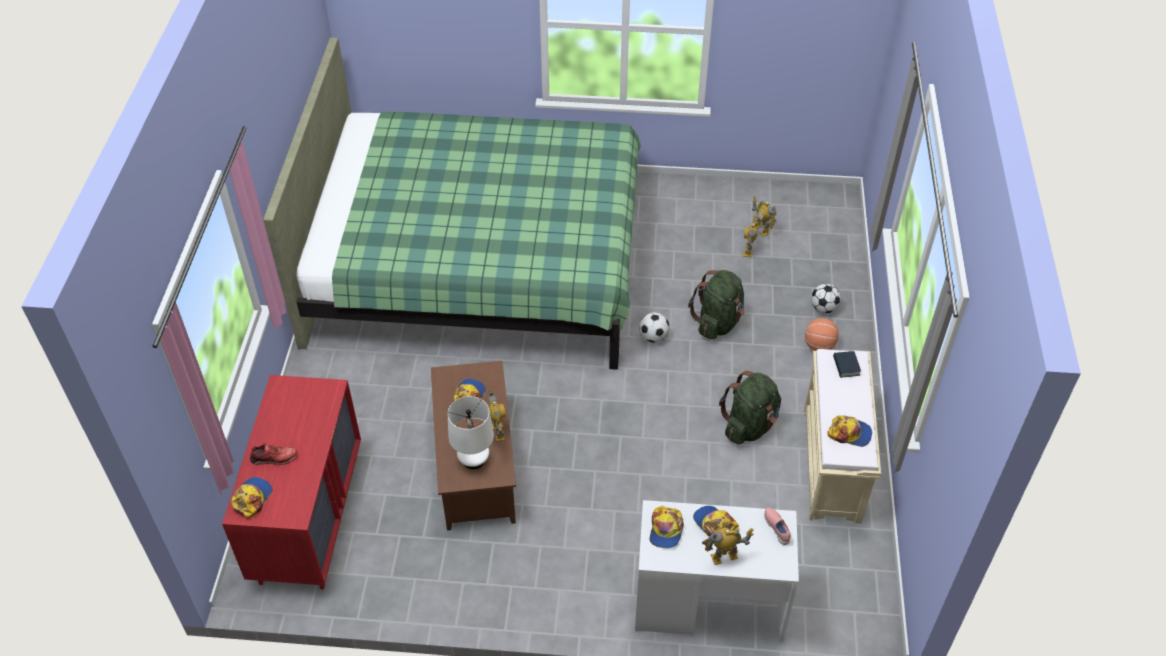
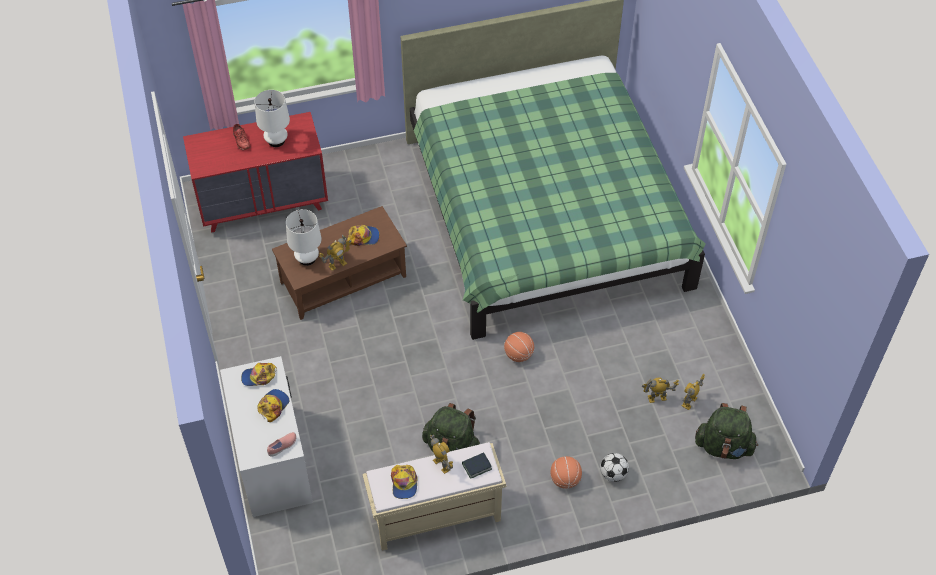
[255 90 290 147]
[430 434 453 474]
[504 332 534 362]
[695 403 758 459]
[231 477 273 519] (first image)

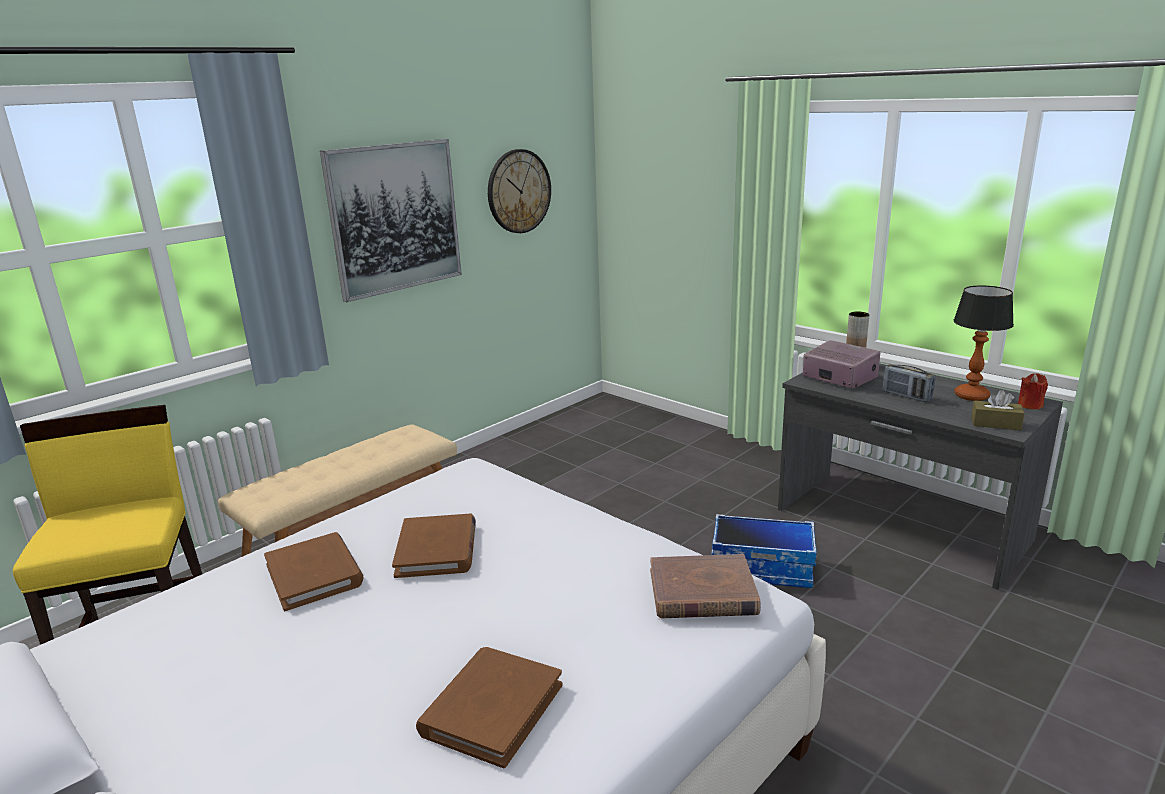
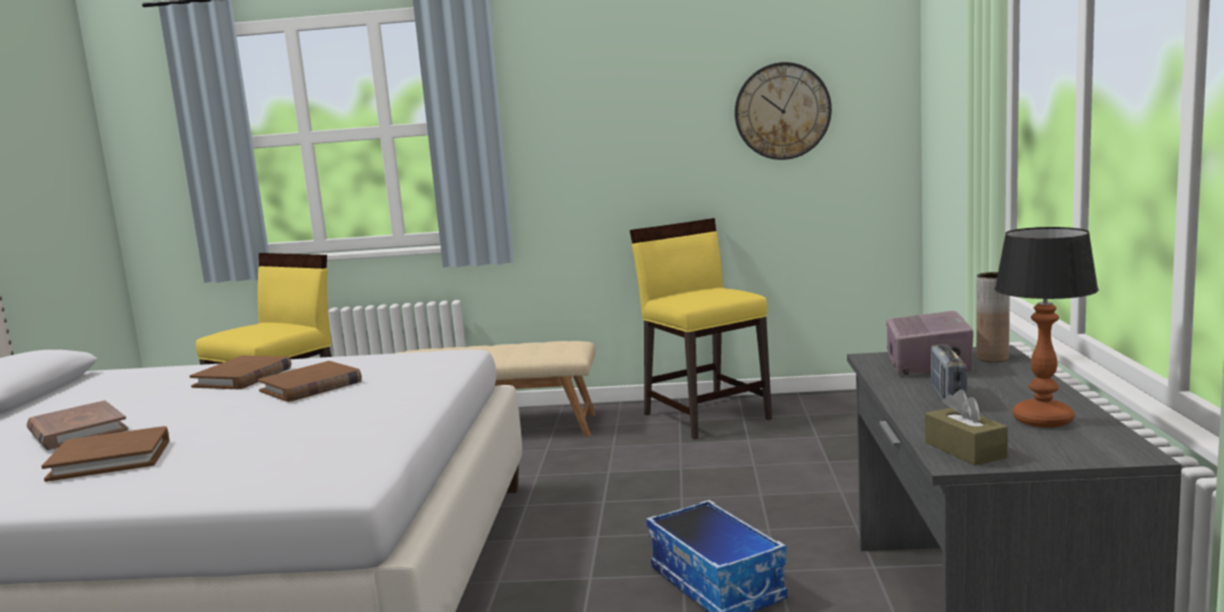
[27 400 128 450]
[630 218 772 439]
[320 139 462 302] (first image)
[1018 373 1048 409] (first image)

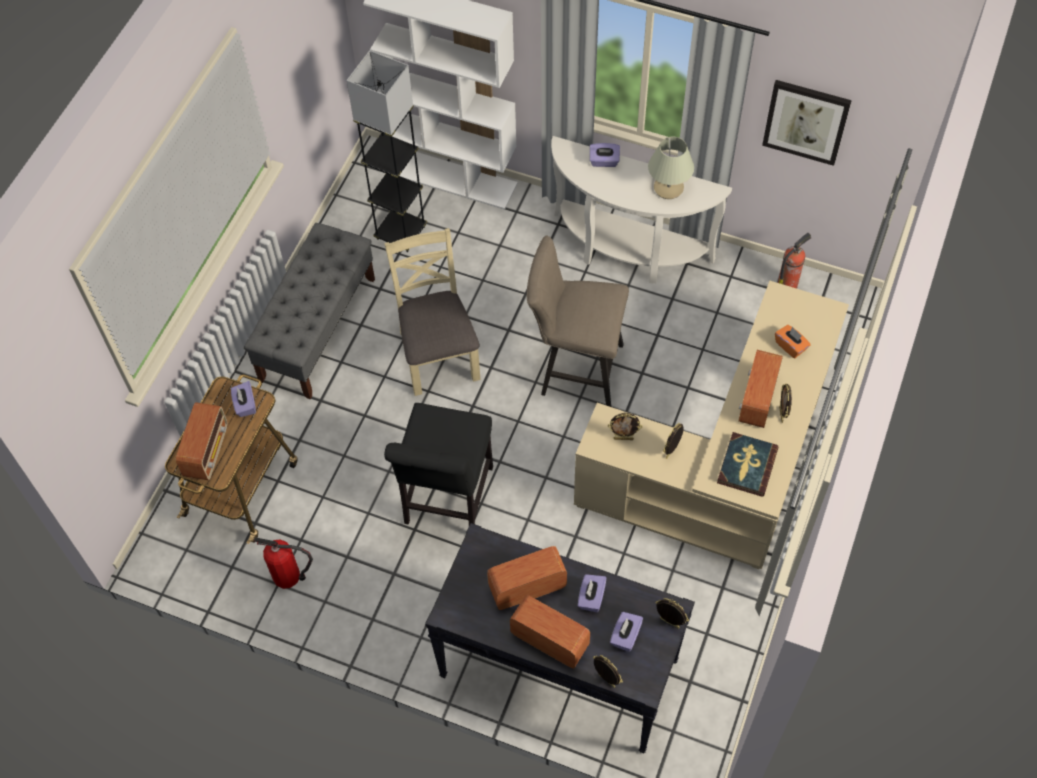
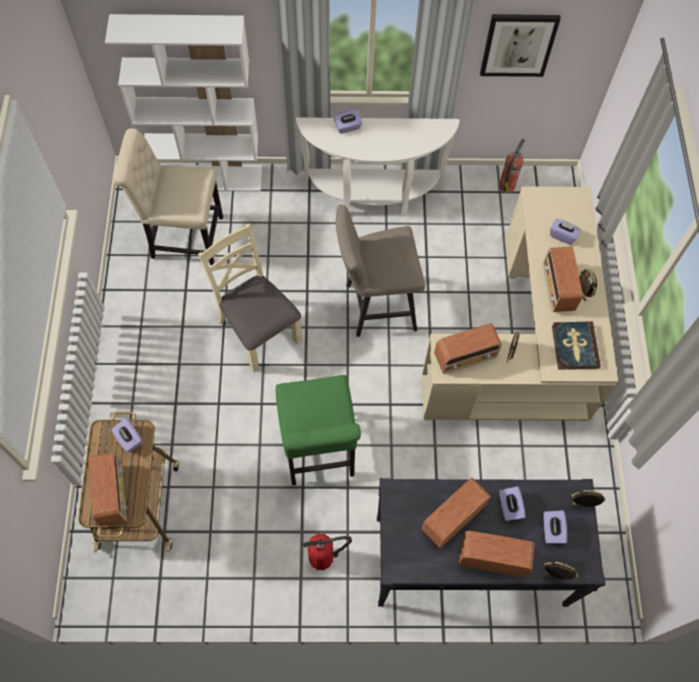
[113 128 223 265]
[276 375 361 485]
[303 534 352 570]
[434 324 502 374]
[550 219 581 245]
[244 223 375 399] (first image)
[648 136 694 199] (first image)

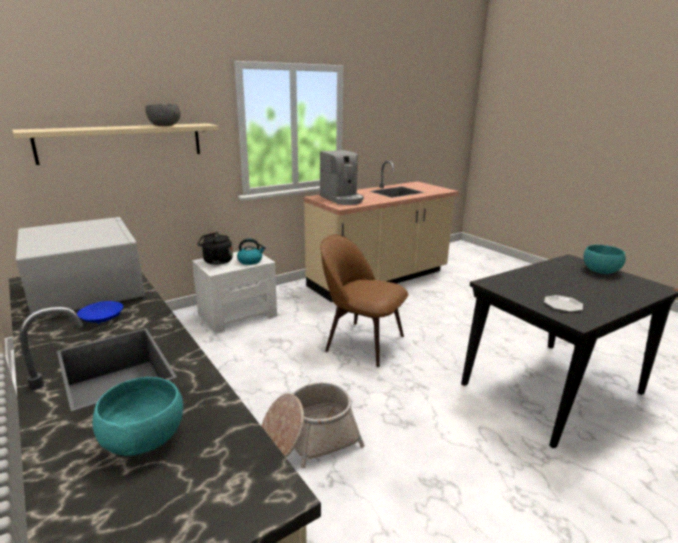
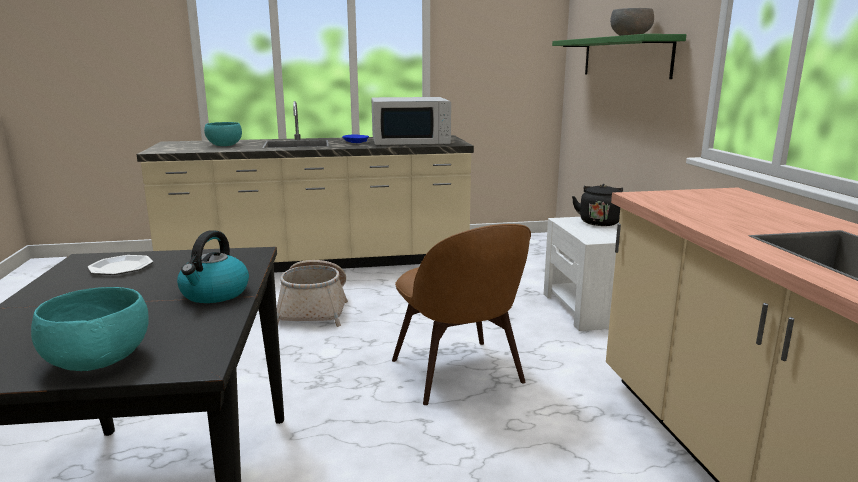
[177 230 249 303]
[392 224 531 405]
[552 34 686 79]
[320 150 364 205] (first image)

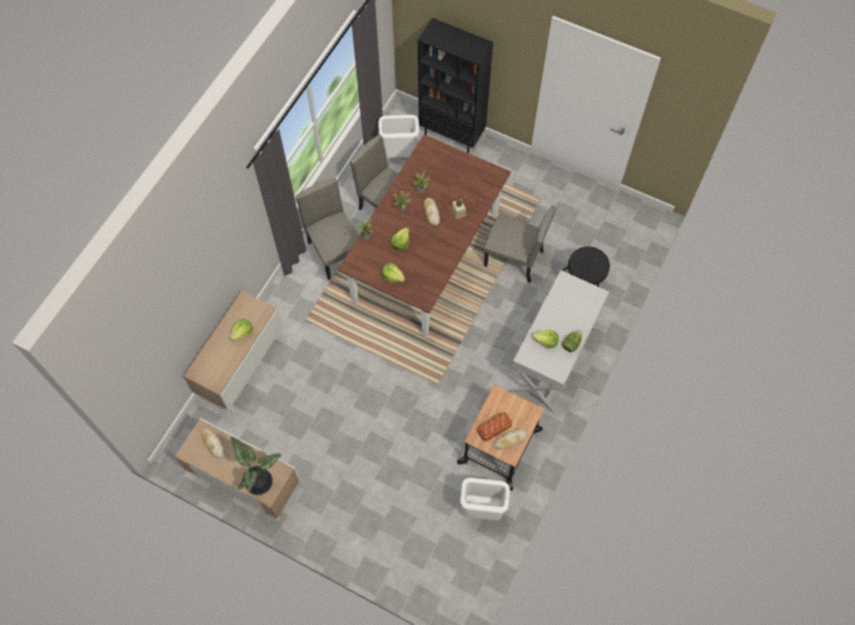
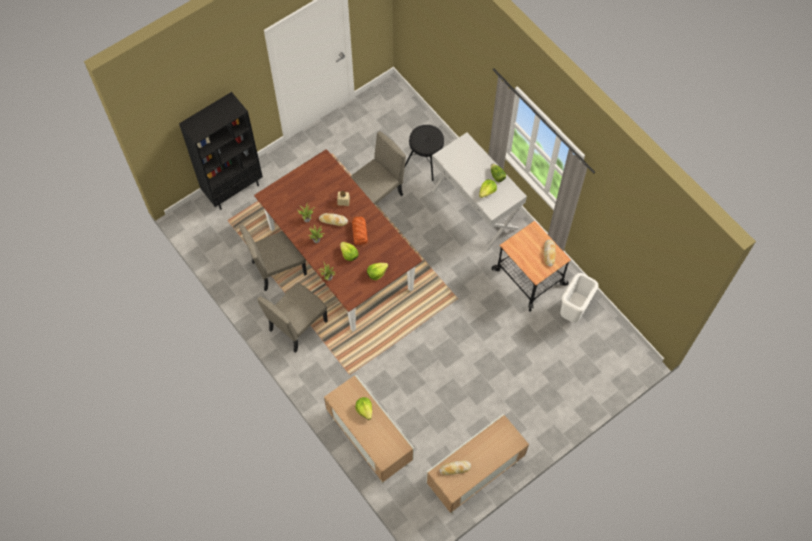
[257 283 328 353]
[352 216 368 245]
[230 437 281 495] (first image)
[378 115 420 158] (first image)

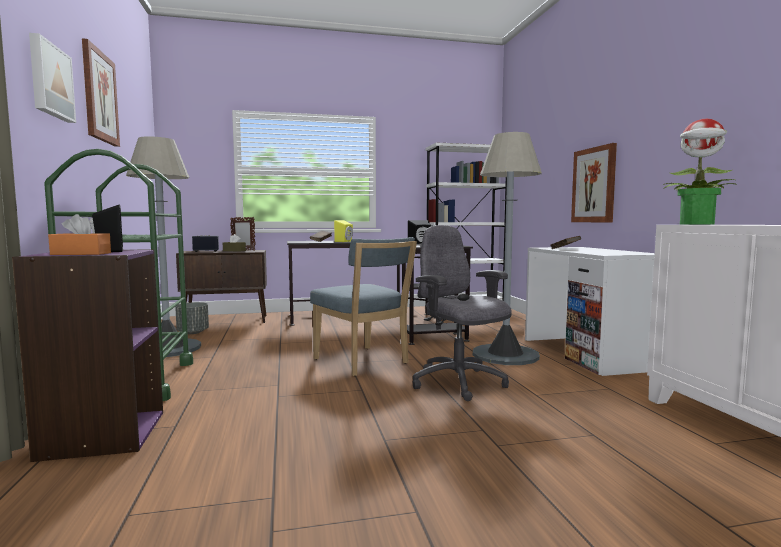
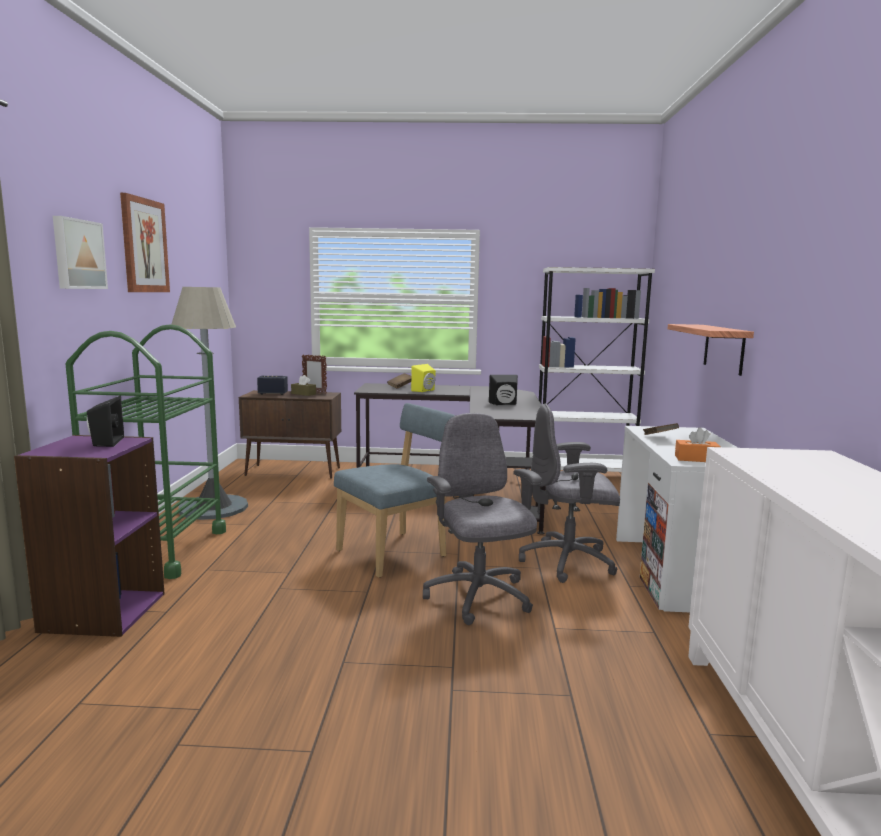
[334 403 455 578]
[519 403 620 583]
[668 324 754 376]
[675 428 720 462]
[175 302 209 334] (first image)
[663 119 738 225] (first image)

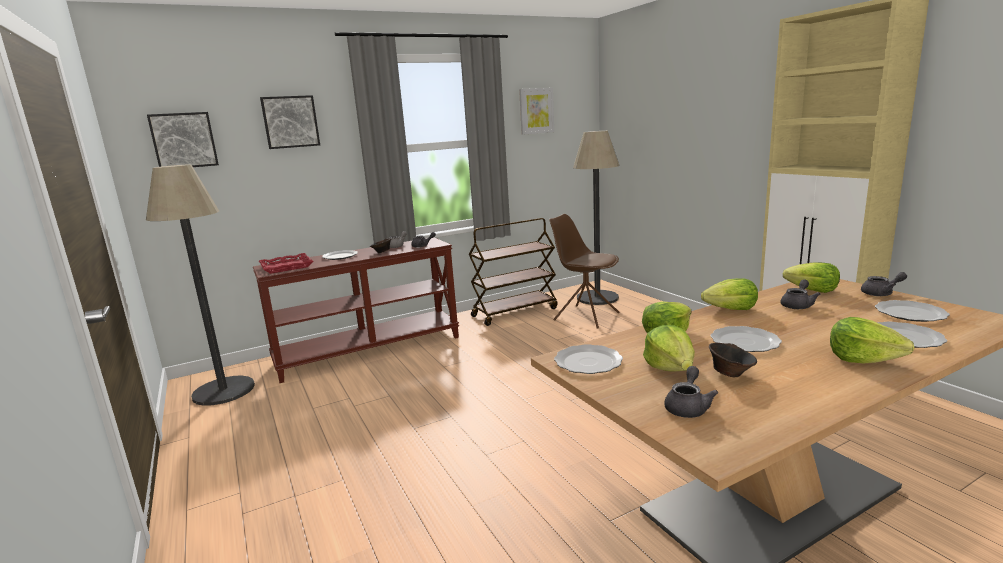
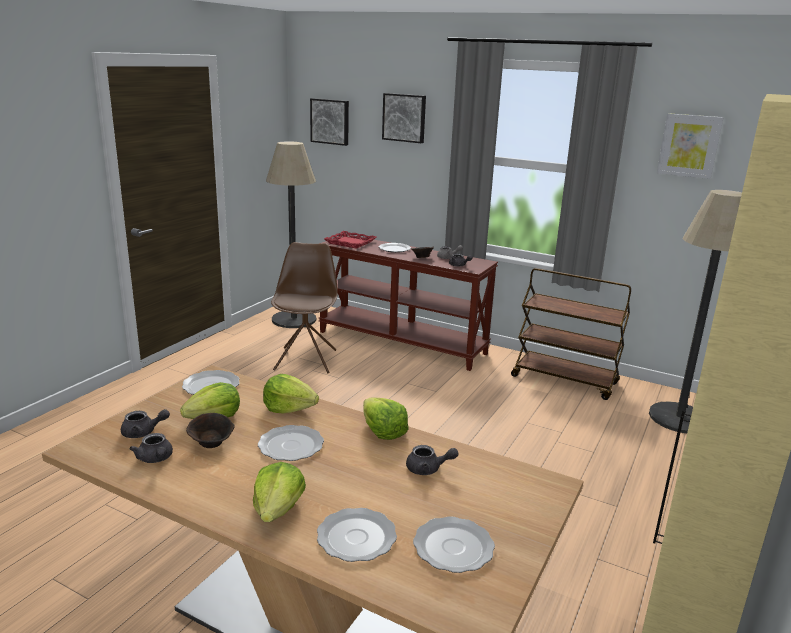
[129 433 173 463]
[271 242 338 373]
[783 262 840 293] (first image)

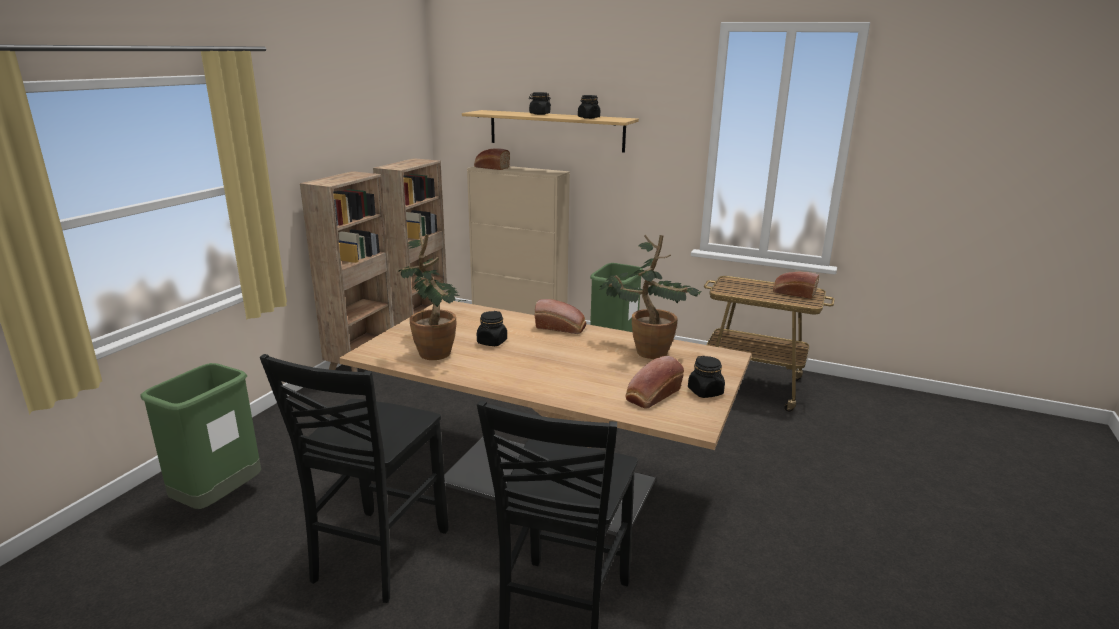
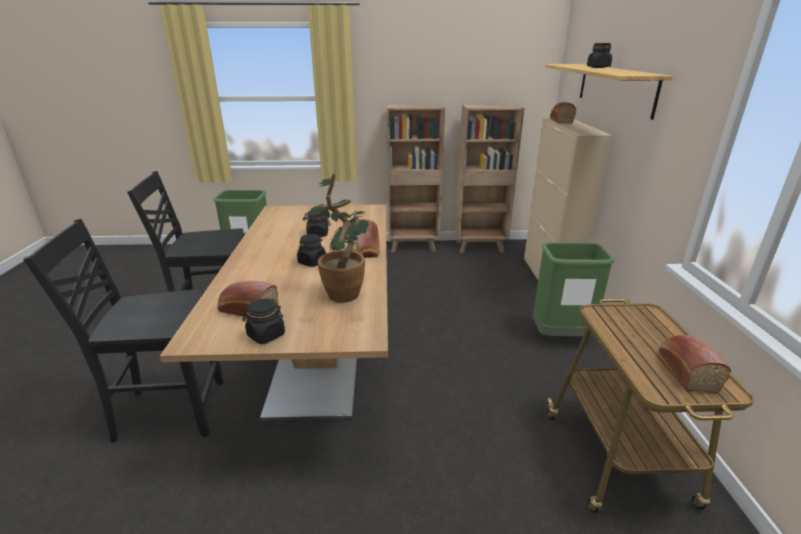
[297 234 326 267]
[398 232 467 360] (first image)

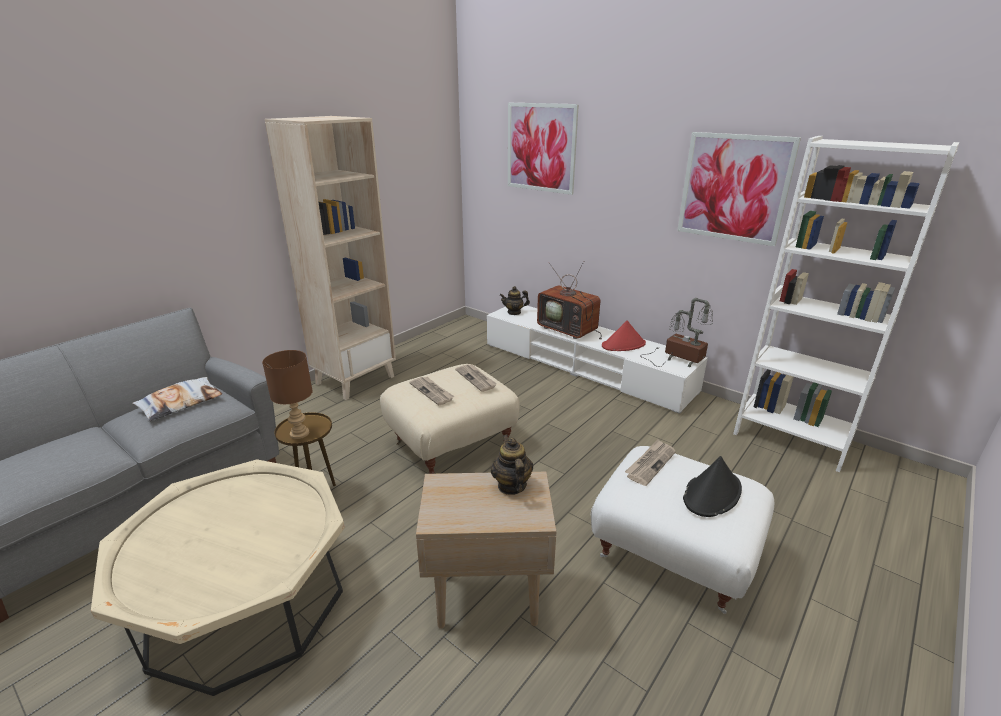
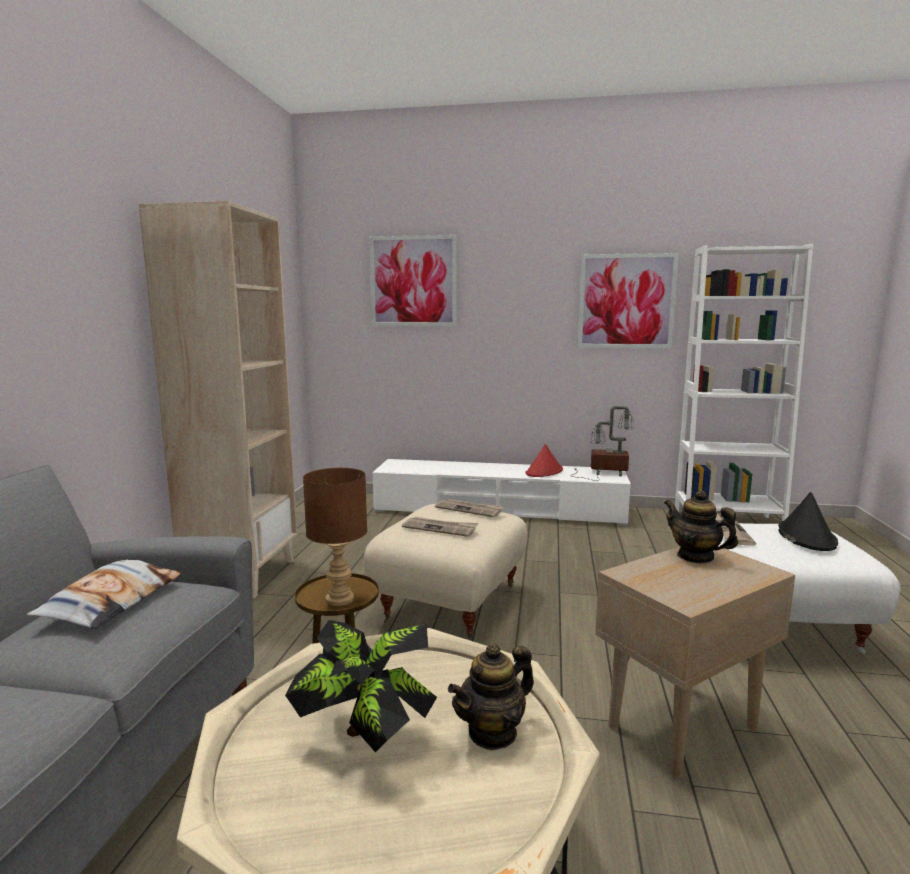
[285 620 437 753]
[448 643 534 751]
[537 262 602 340] (first image)

